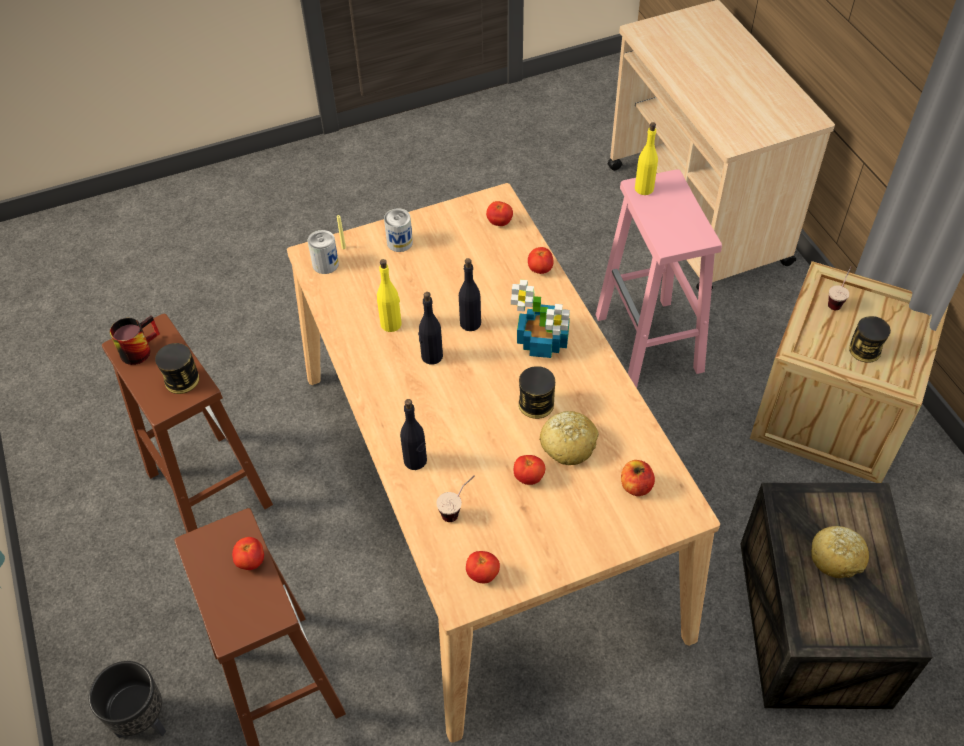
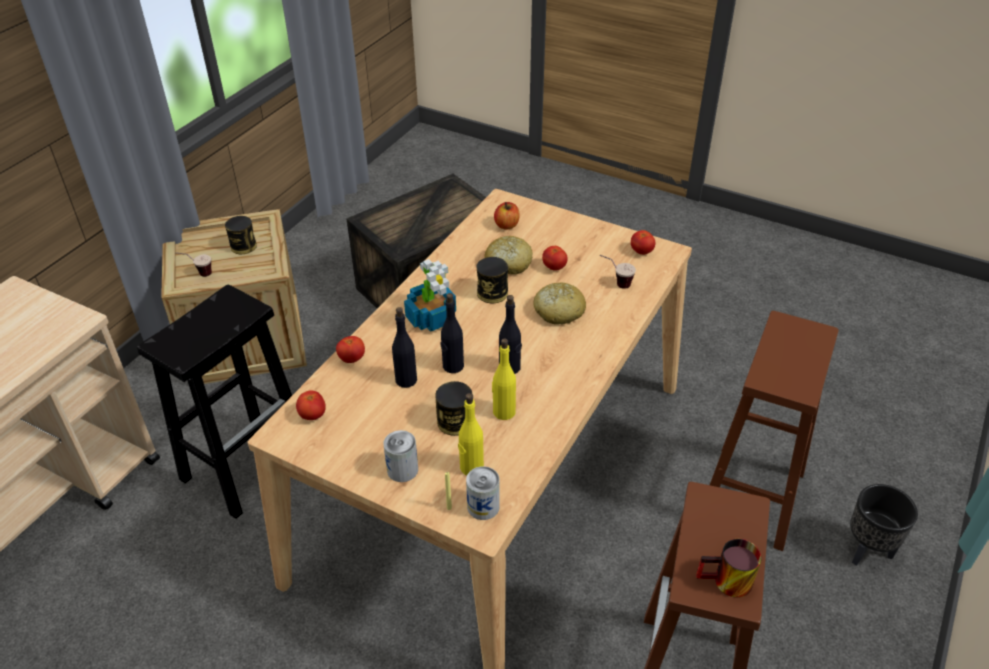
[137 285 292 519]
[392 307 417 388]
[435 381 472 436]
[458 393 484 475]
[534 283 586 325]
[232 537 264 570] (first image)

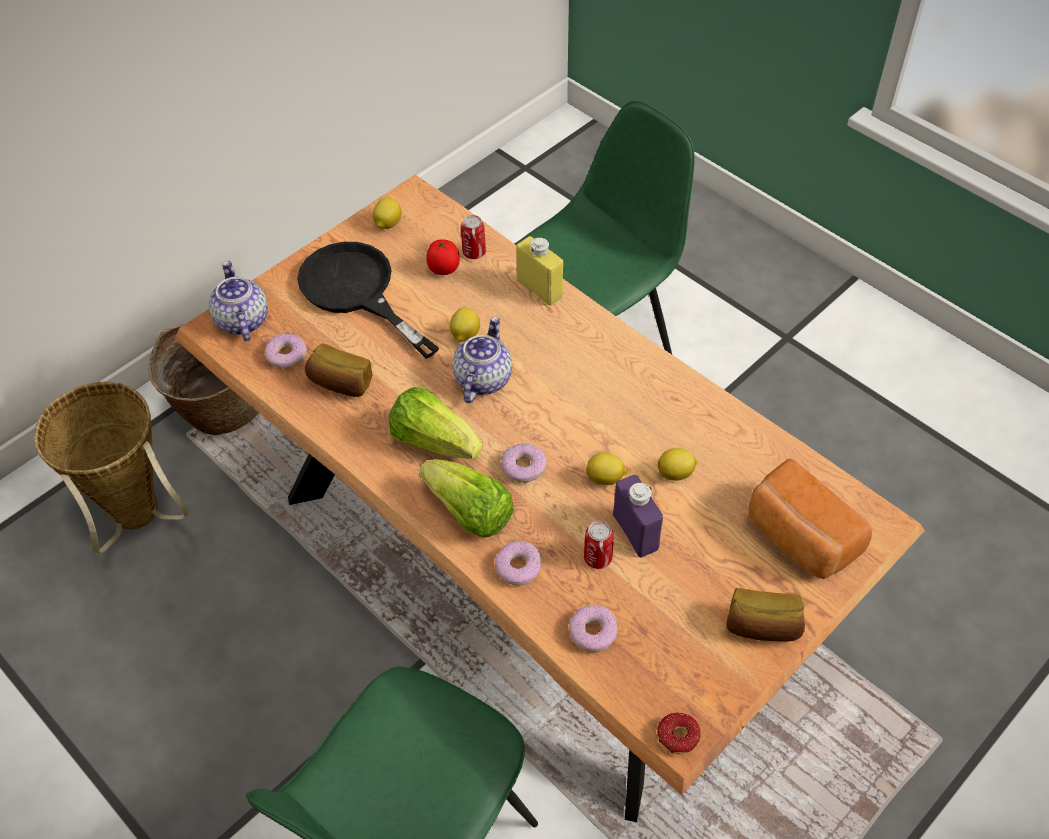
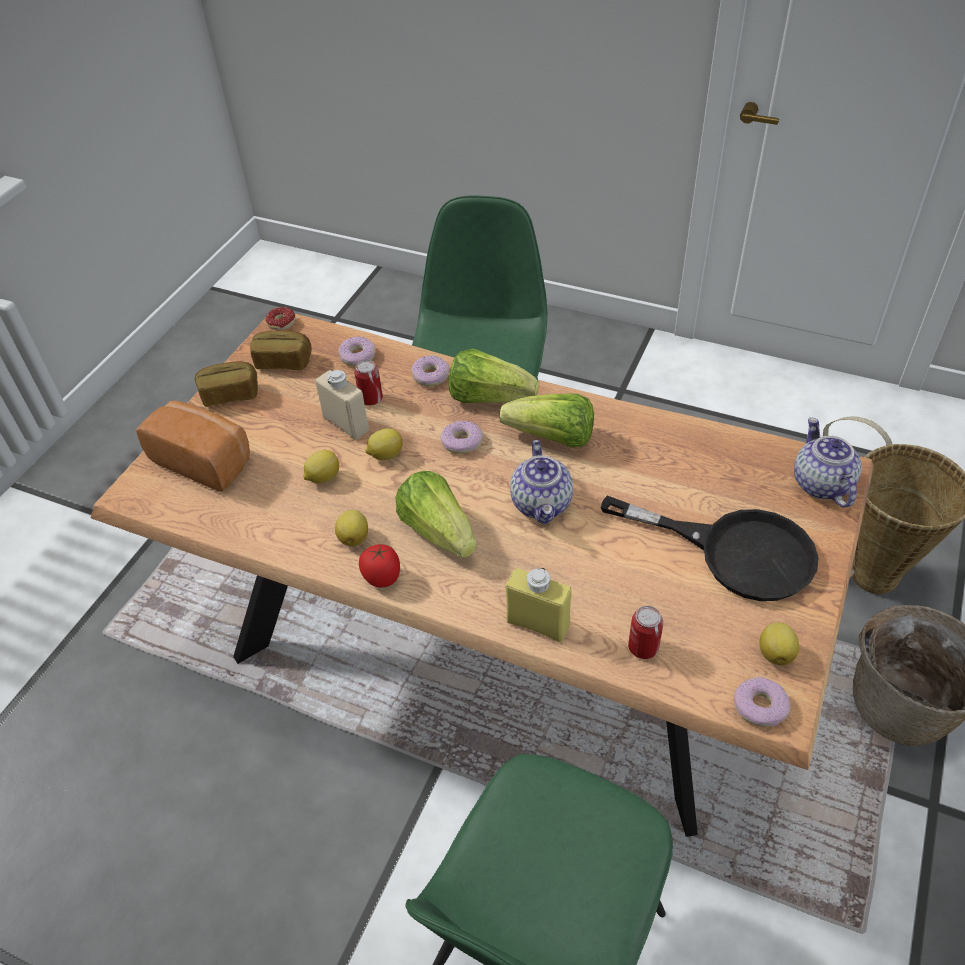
[250 331 311 370]
[315 370 369 440]
[335 510 368 547]
[359 544 400 587]
[395 471 476 558]
[734 677 790 727]
[794 417 862 508]

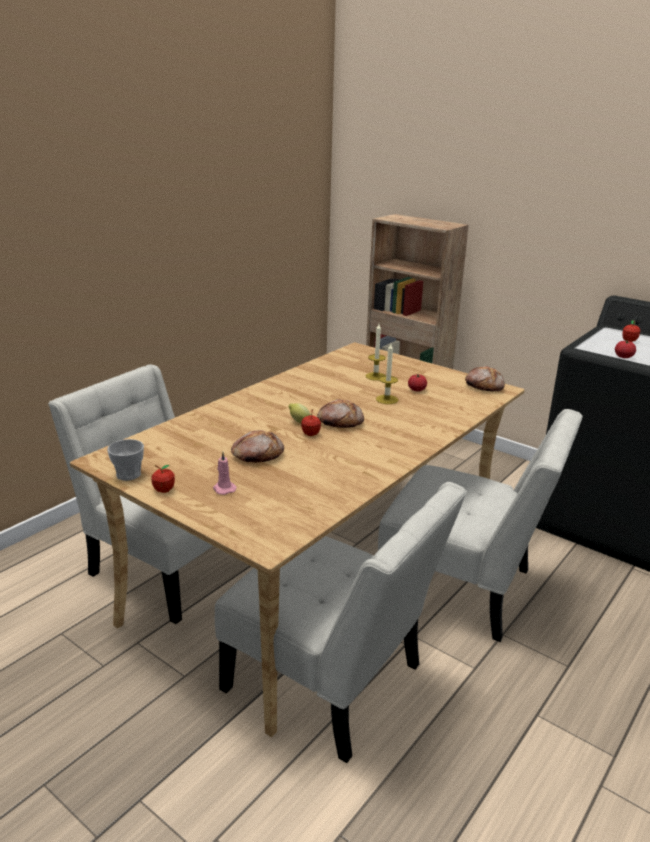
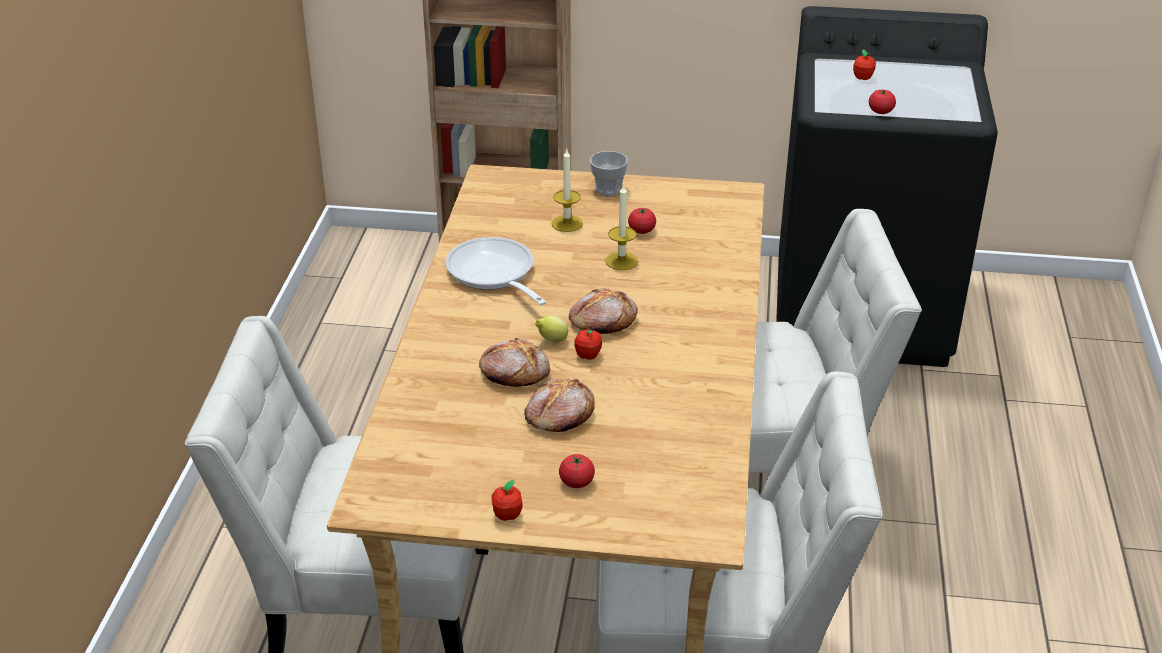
[446 237 547 305]
[479 338 550 387]
[559 454 595 488]
[590 151 628 196]

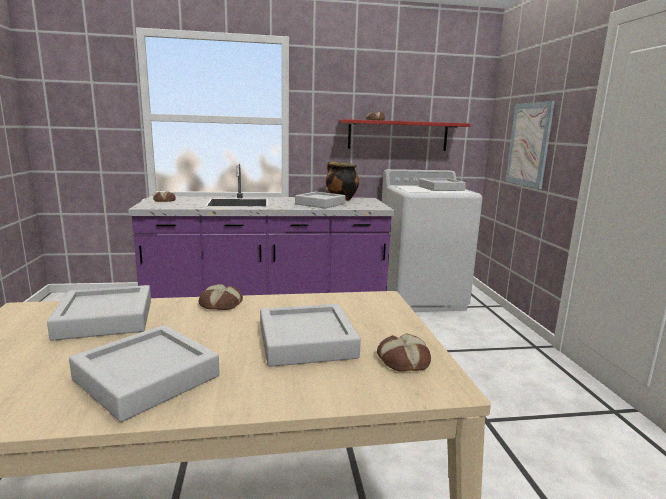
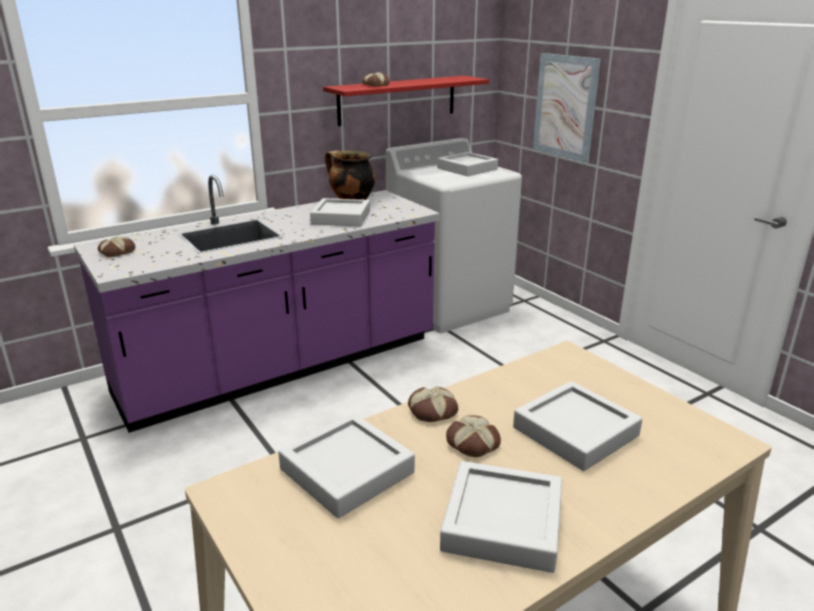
[446 415 501 457]

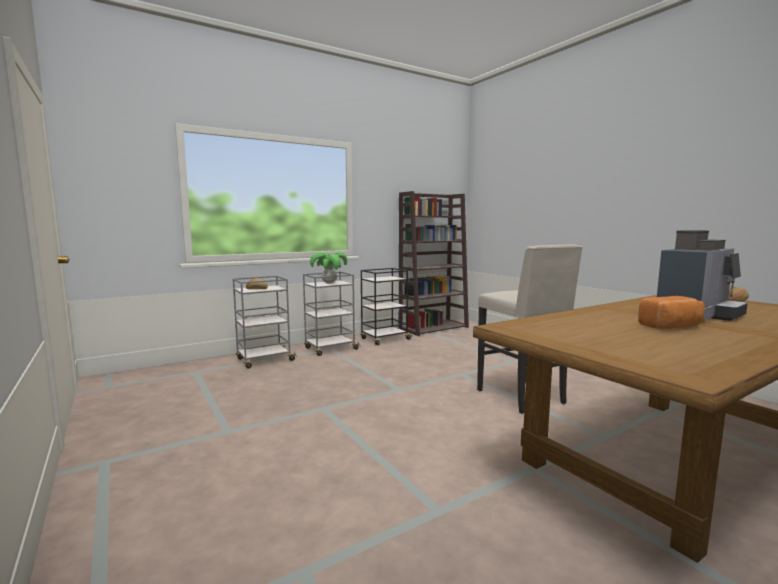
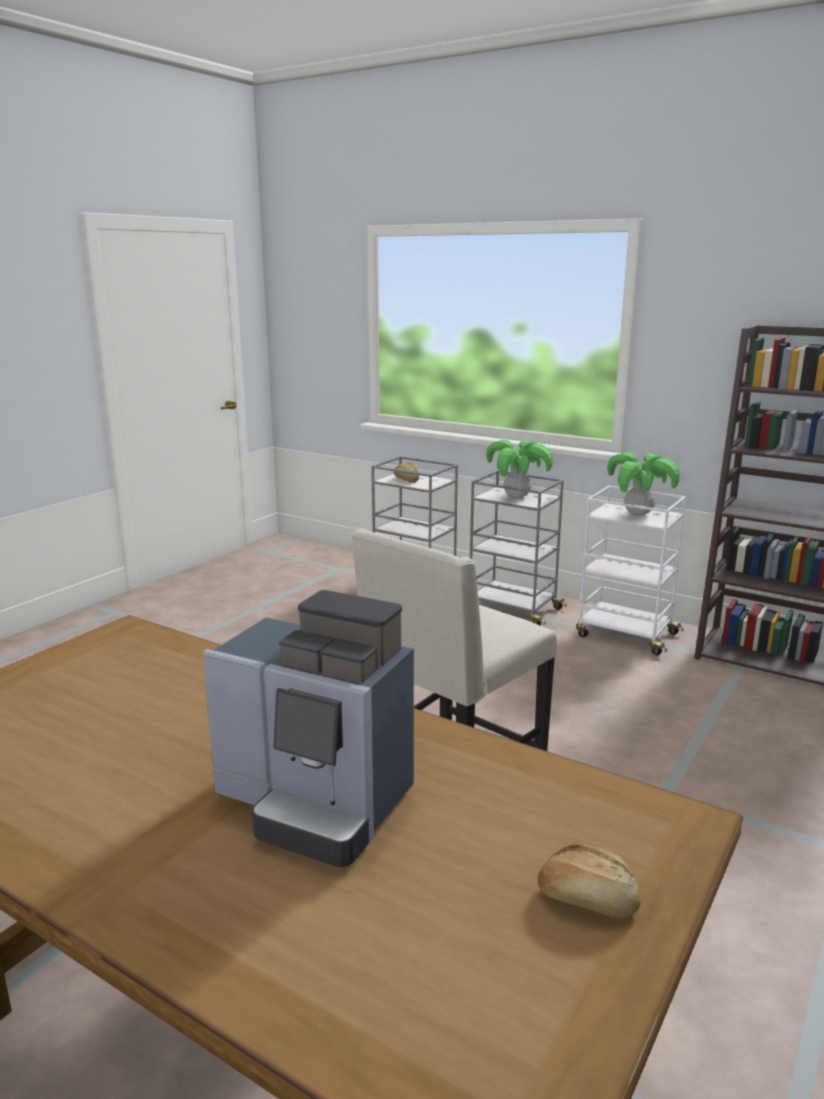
[576 485 686 655]
[607 452 680 516]
[638 296 705 329] (first image)

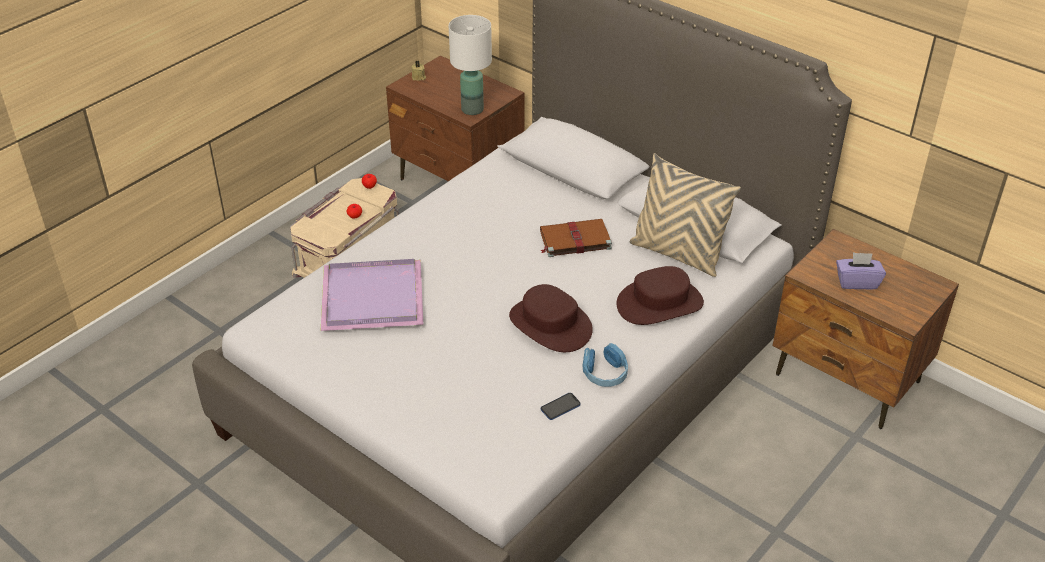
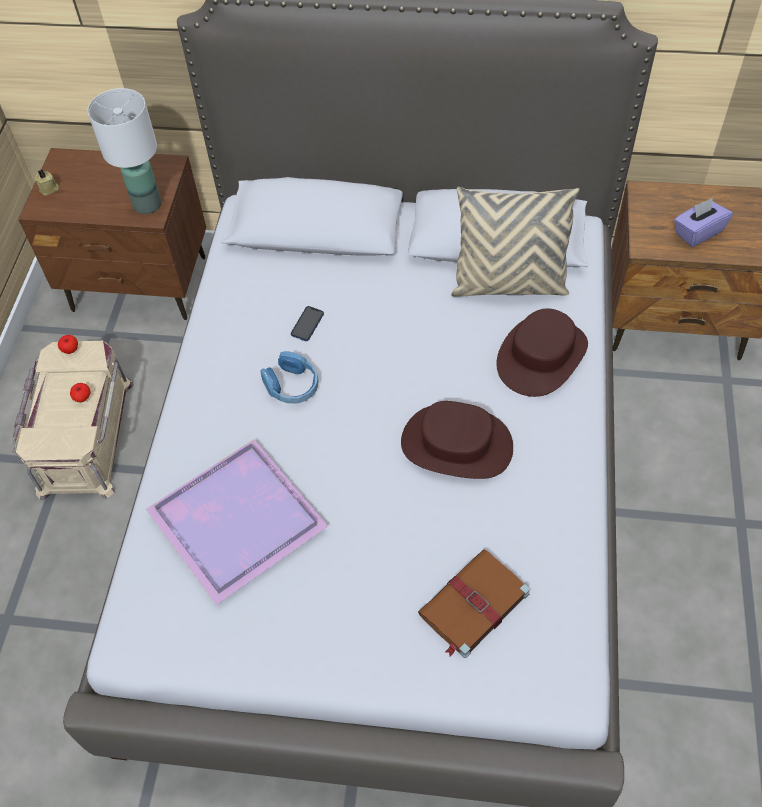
[261 351 318 403]
[291 306 324 341]
[418 549 530 658]

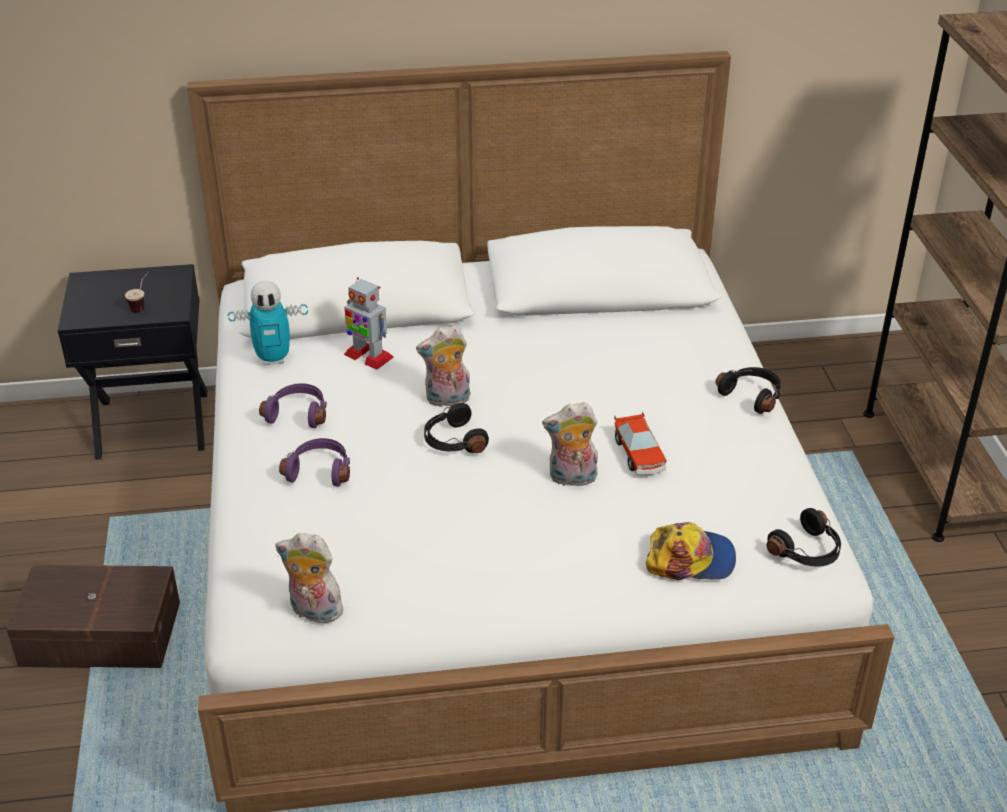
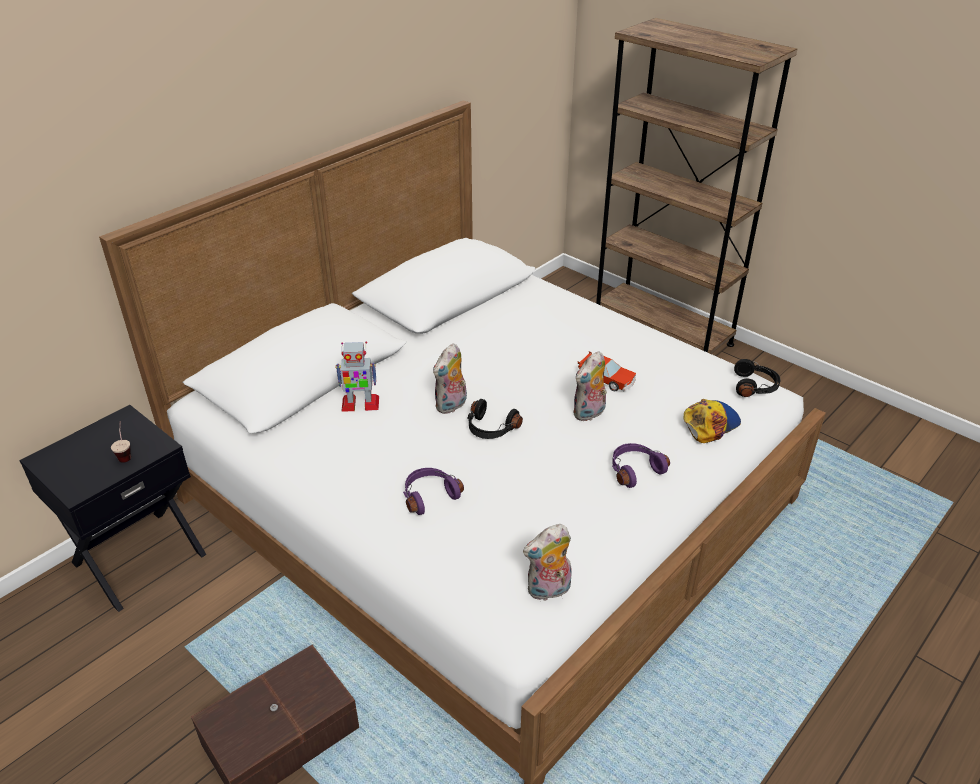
[612 443 670 488]
[228 281 308 365] (first image)
[716 367 781 414] (first image)

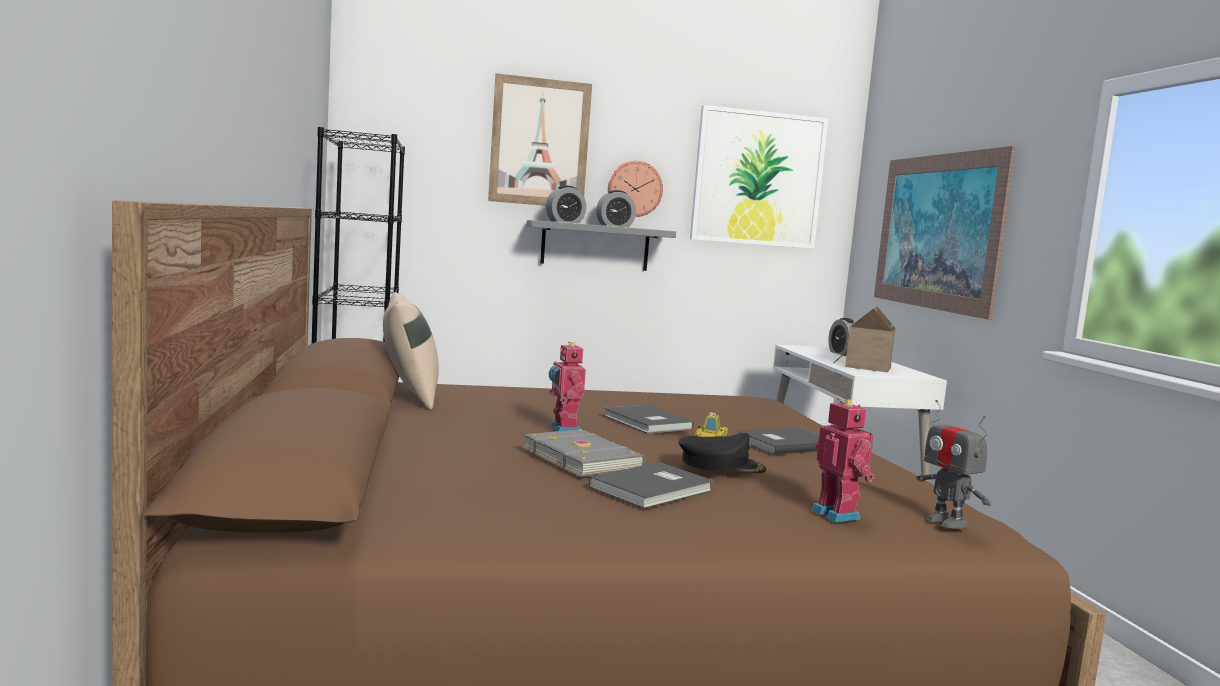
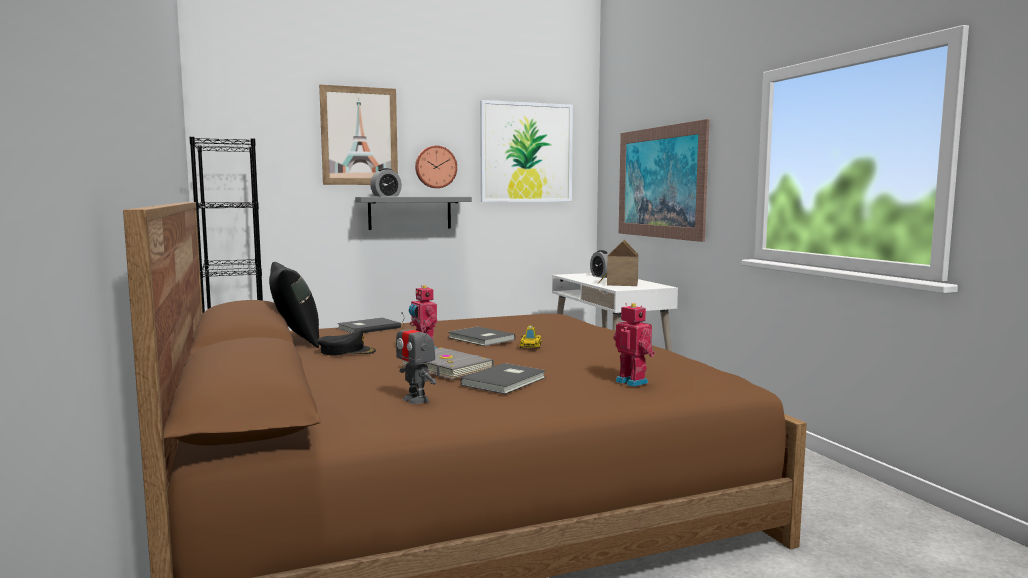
[269 262 319 348]
[317 330 376 356]
[337 318 401 333]
[396 312 436 404]
[596 190 636 227] (first image)

